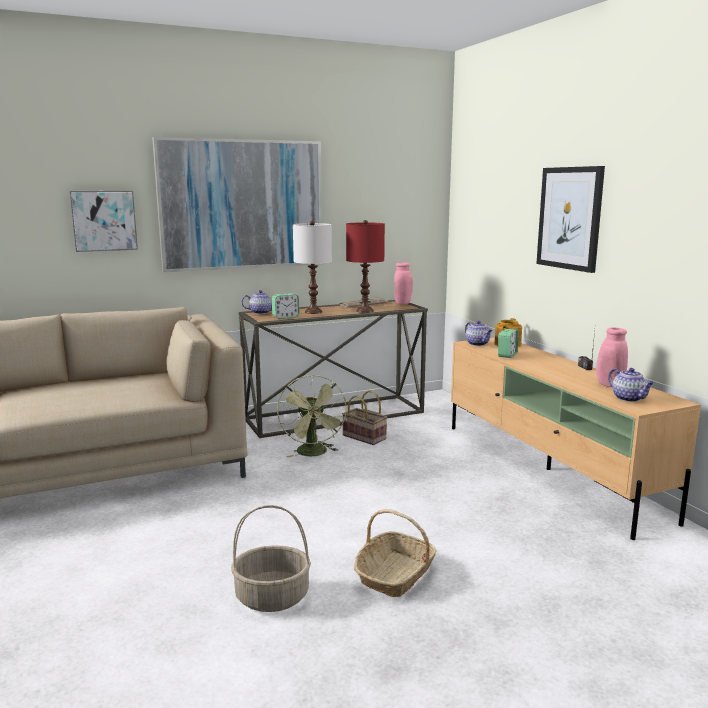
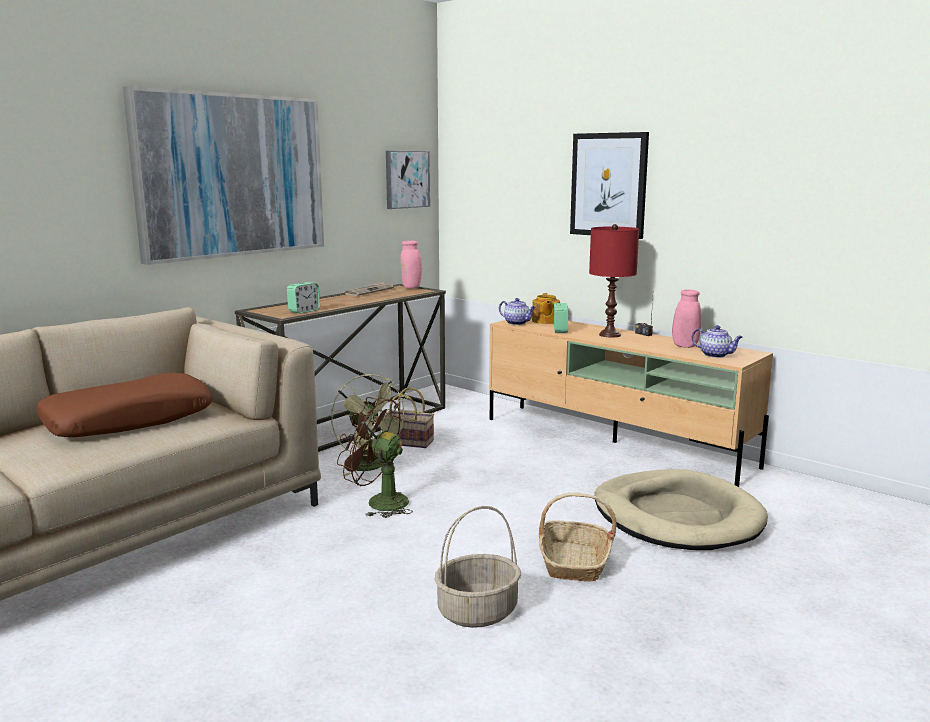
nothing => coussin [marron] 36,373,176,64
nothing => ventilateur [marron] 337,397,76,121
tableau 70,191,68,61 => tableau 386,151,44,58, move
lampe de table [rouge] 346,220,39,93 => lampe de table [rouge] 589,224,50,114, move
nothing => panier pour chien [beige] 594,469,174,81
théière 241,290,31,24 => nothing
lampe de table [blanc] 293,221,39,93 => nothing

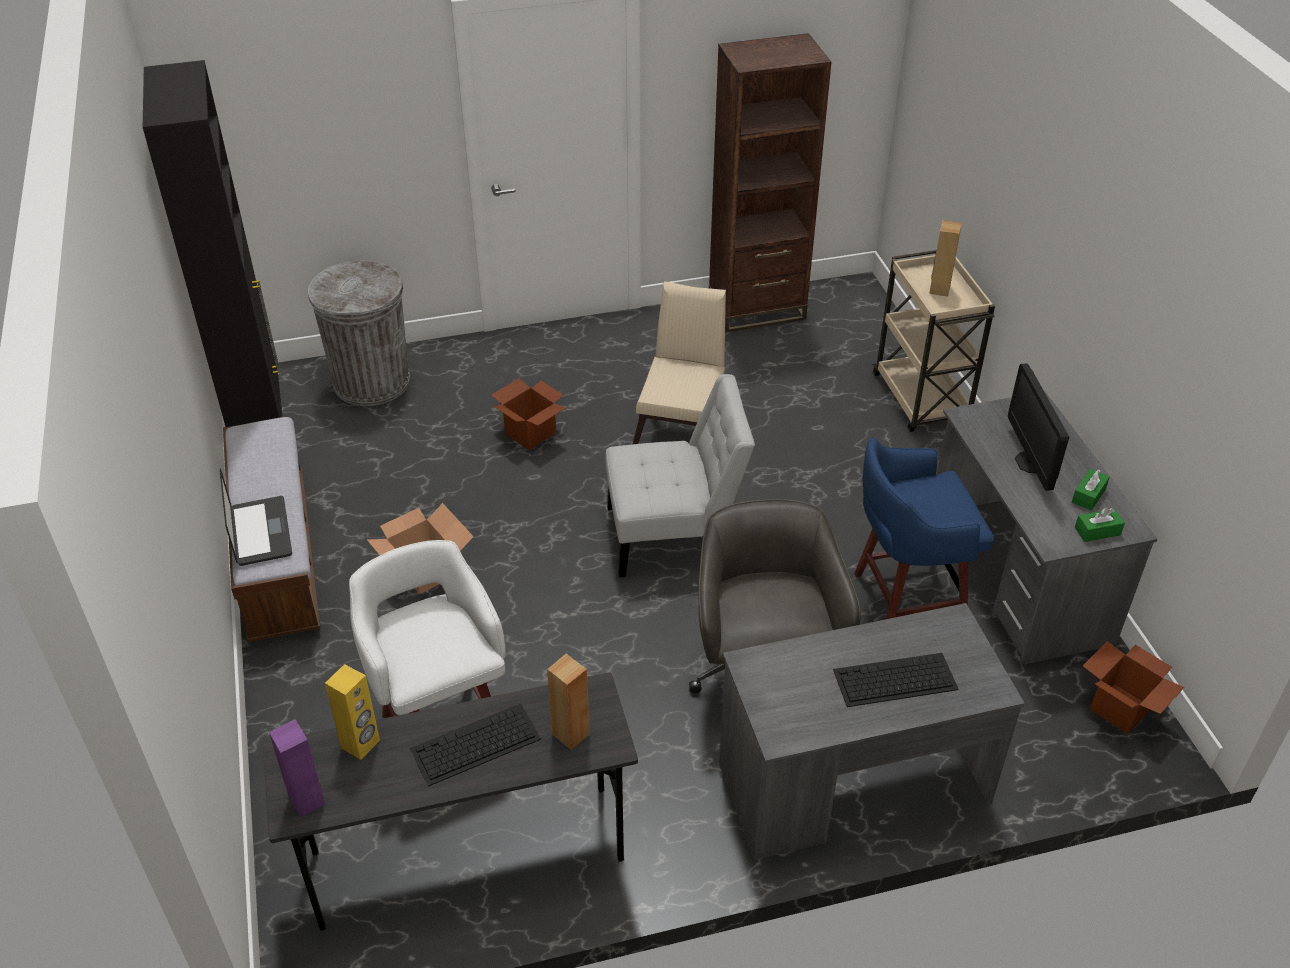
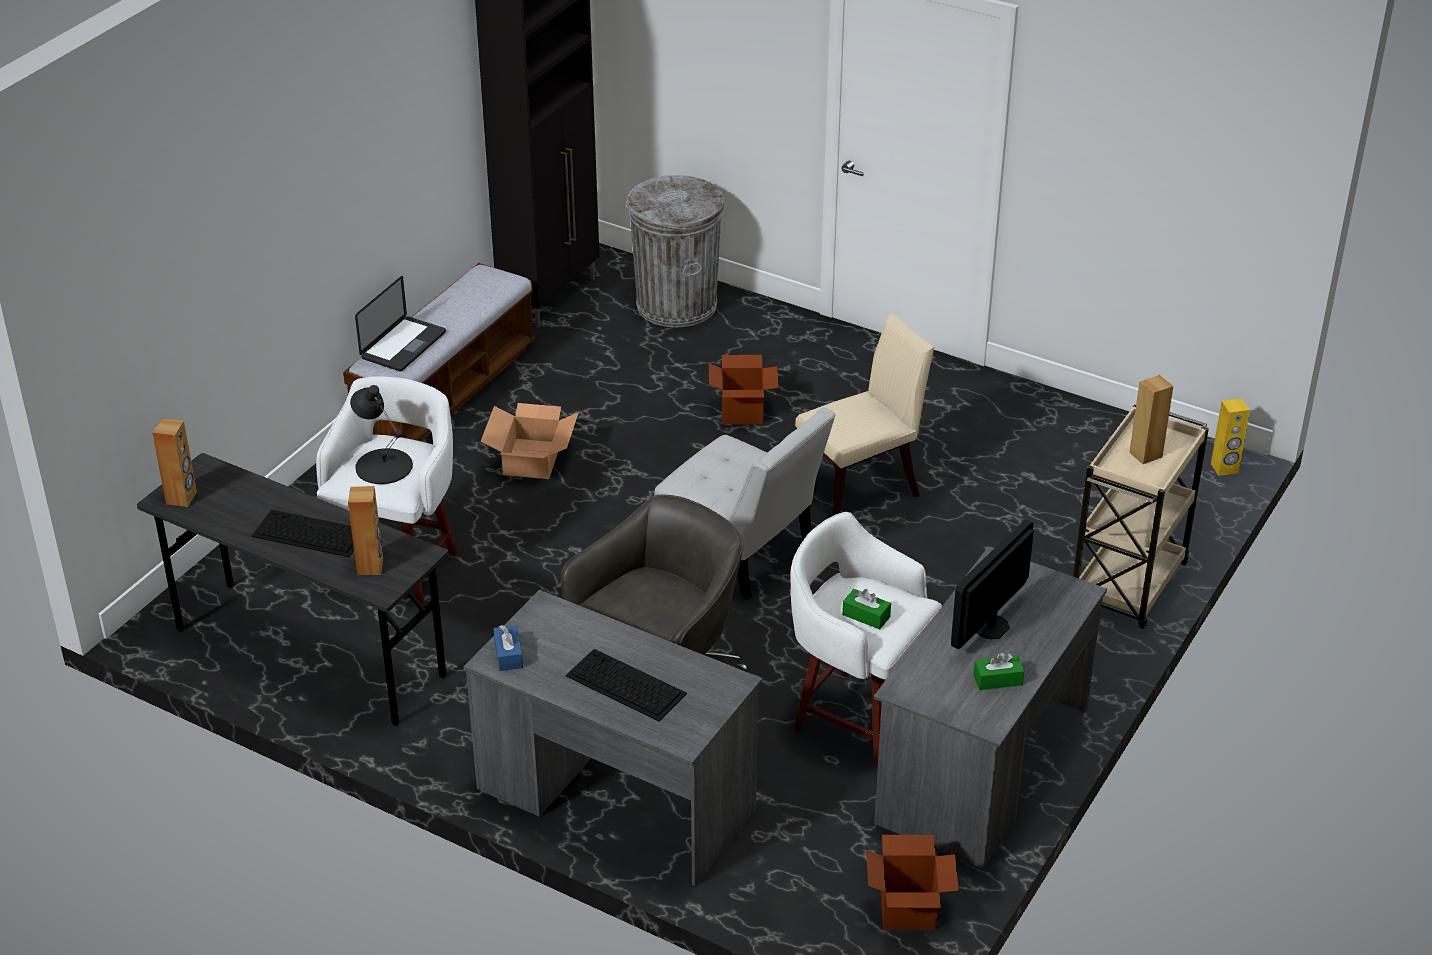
enceinte [violet] 269,719,56,98 => enceinte [marron] 152,419,45,88
nothing => lampe de table [noir] 350,385,63,99
nothing => boîte à mouchoirs [bleu] 494,625,29,46
tabouret [bleu] 854,437,140,182 => tabouret [blanc] 791,512,151,255
boîte à mouchoirs [vert] 1075,508,50,34 => boîte à mouchoirs [vert] 842,589,49,41, move
enceinte [jaune] 325,664,55,96 => enceinte [jaune] 1211,398,39,78, move
bibliothèque [marron] 709,33,122,299 => nothing

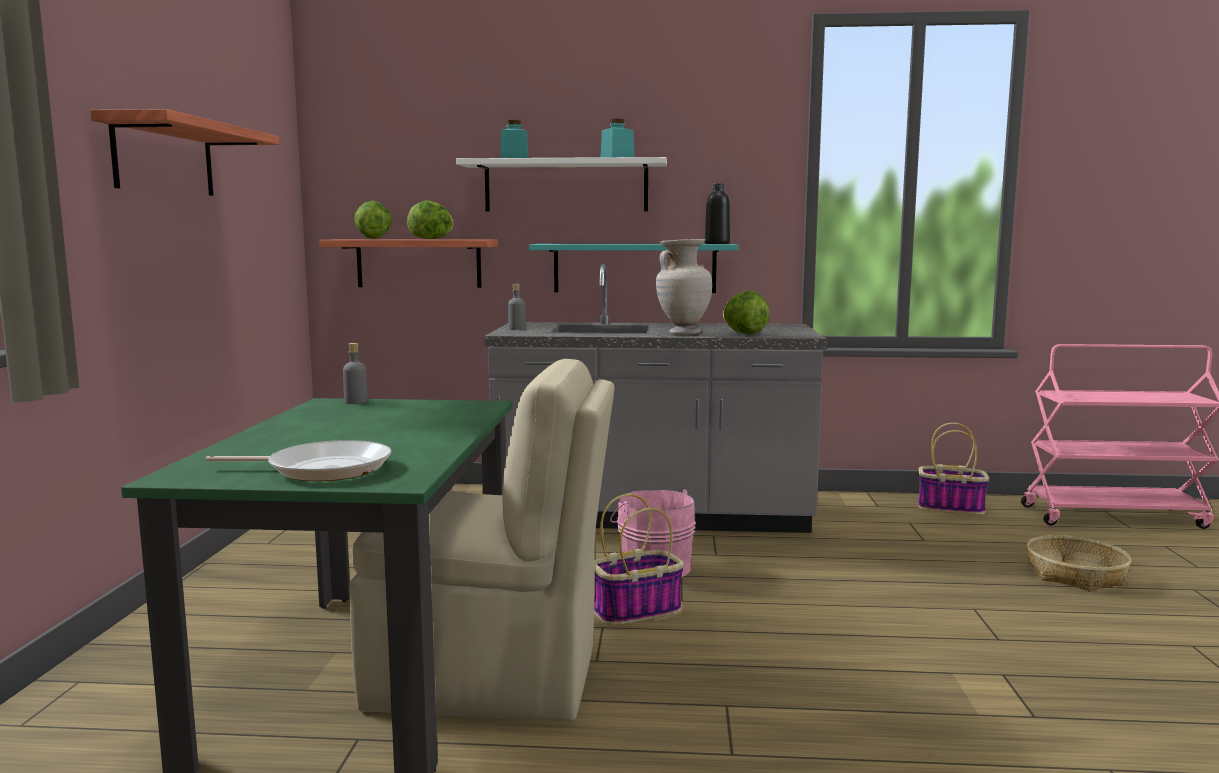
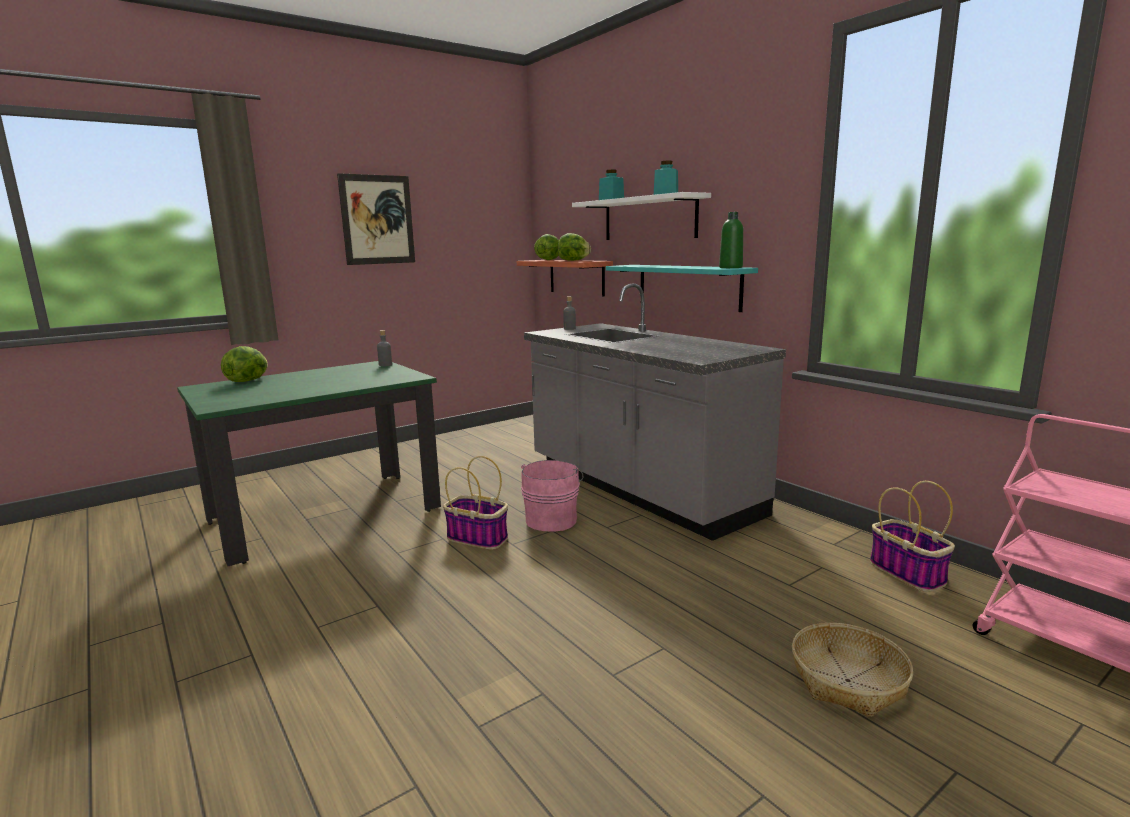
laitue 723,290,47,44 => laitue 221,346,47,36, move
étagère 90,109,189,87 => tableau 337,173,78,92
bouteille [noir] 705,183,25,61 => bouteille [vert] 719,212,24,56
poêle 205,440,186,41 => nothing
chaise [beige] 349,359,266,362 => nothing
vase [beige] 656,239,56,96 => nothing

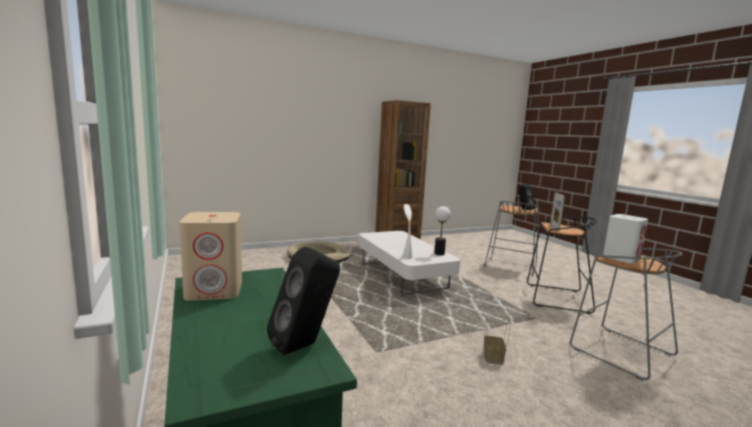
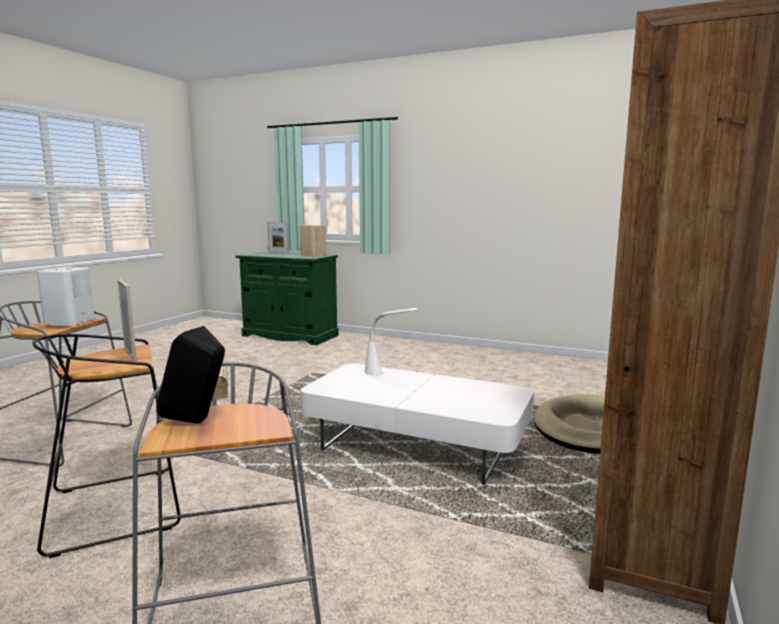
nothing => cadre photo 267,222,22,31
enceinte [noir] 267,247,73,108 => nothing
lampe de table 434,206,17,49 => nothing

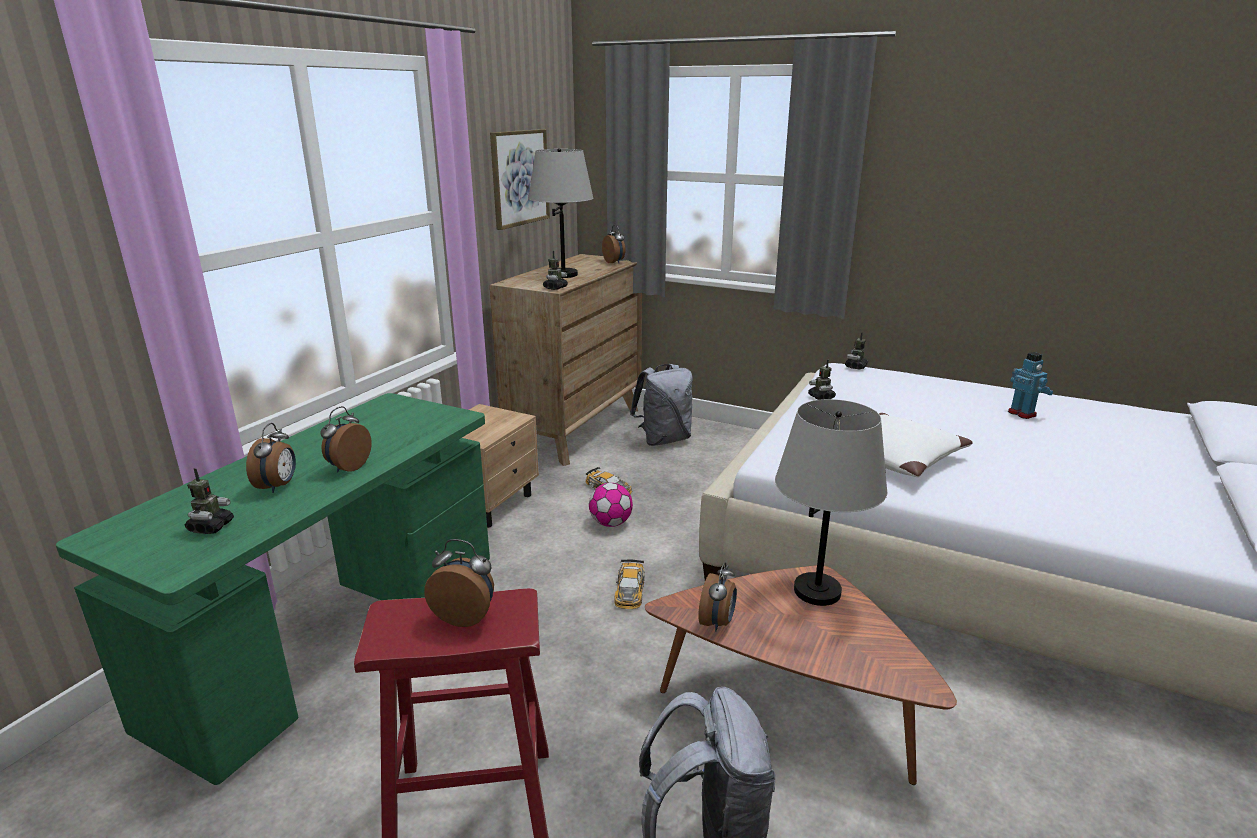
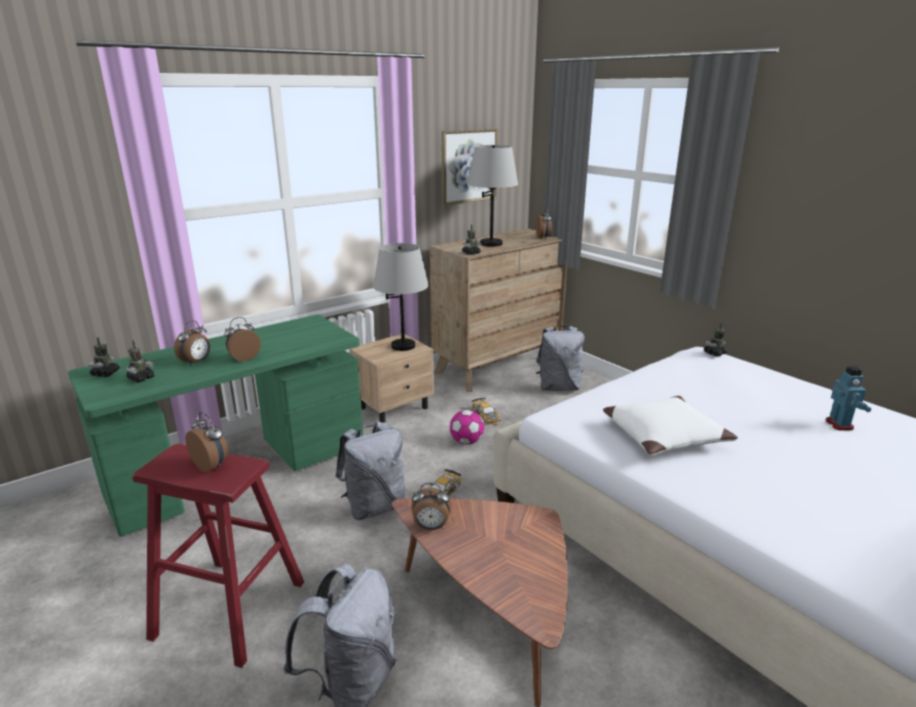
robot jouet 808,360,28,40 => robot jouet 88,337,32,40, move
nothing => sac à dos [gris] 335,422,70,98
lampe de table [gris] 775,399,112,207 => lampe de table [gris] 373,243,56,108, move
réveil 699,562,38,69 => réveil 411,483,41,47, 45 degrees clockwise

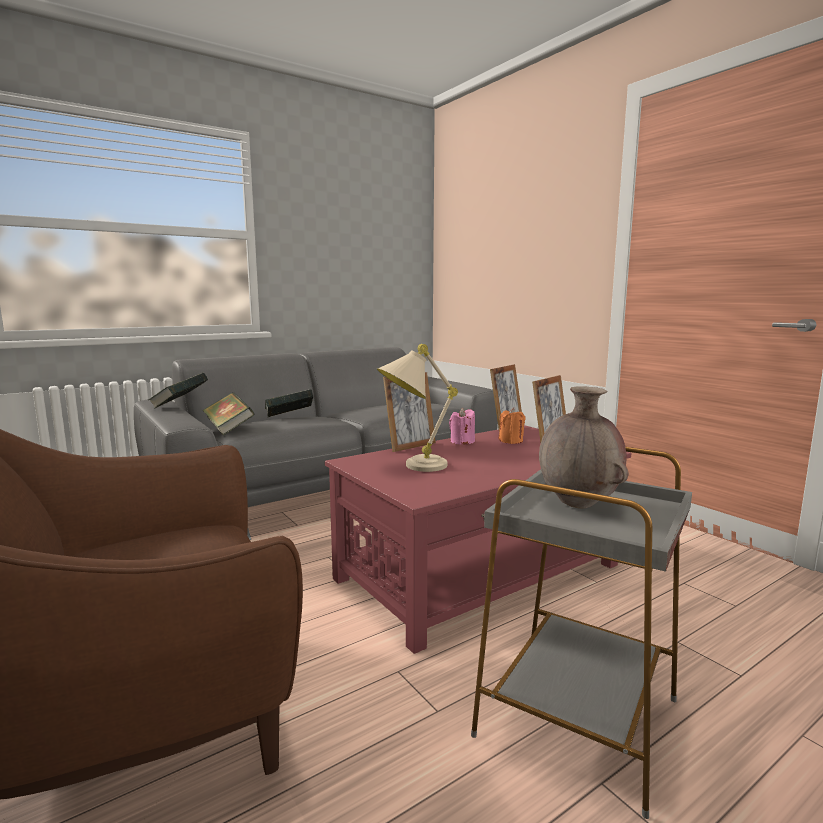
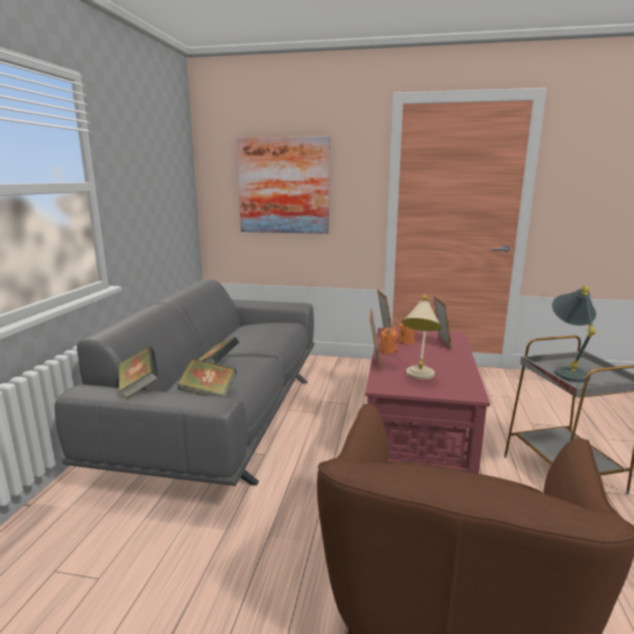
nothing => tableau 237,136,92,98
bougie [rose] 449,408,26,37 => bougie [orange] 380,327,18,27
vase [marron] 539,386,90,123 => lampe de table [gris] 552,286,44,96

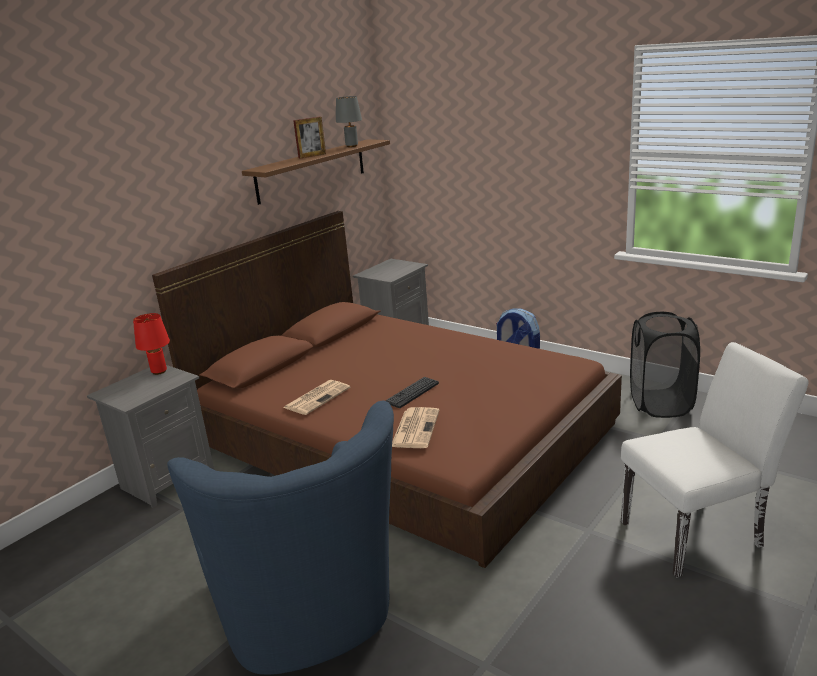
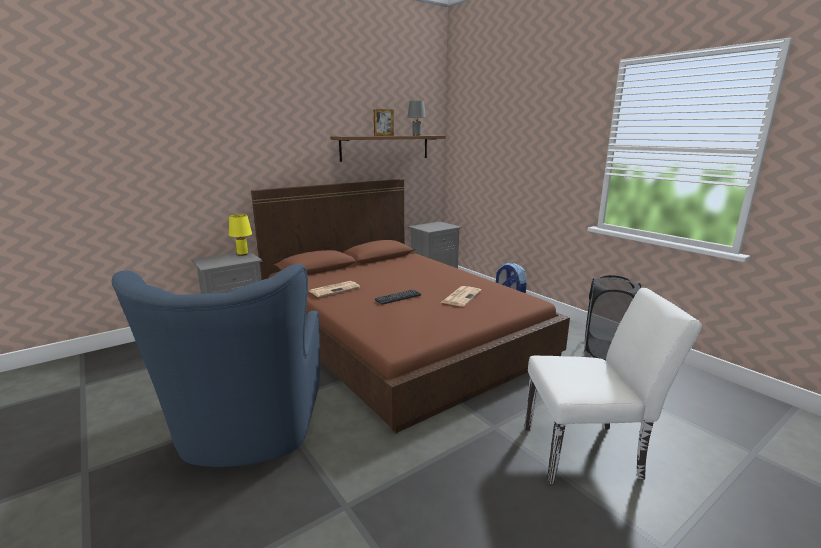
lampe de table [rouge] 133,313,37,62 => lampe de table [jaune] 229,214,23,42
journal 392,407,47,41 => journal 441,286,40,21, move

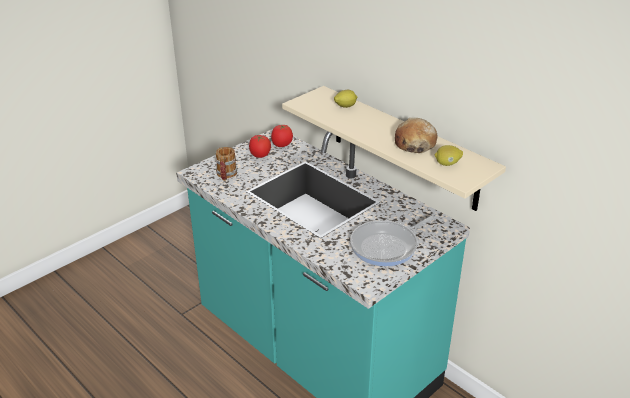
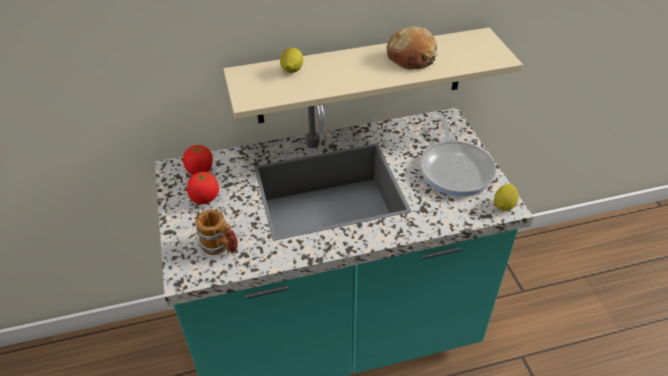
citron 435,145,28,21 => citron 494,184,25,27, move

